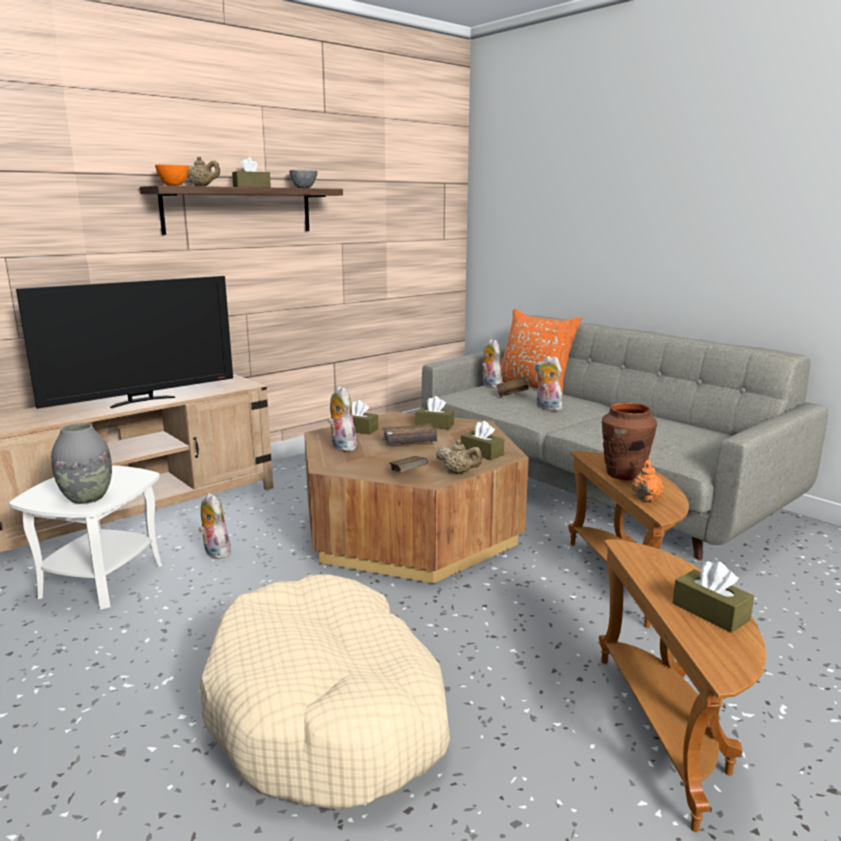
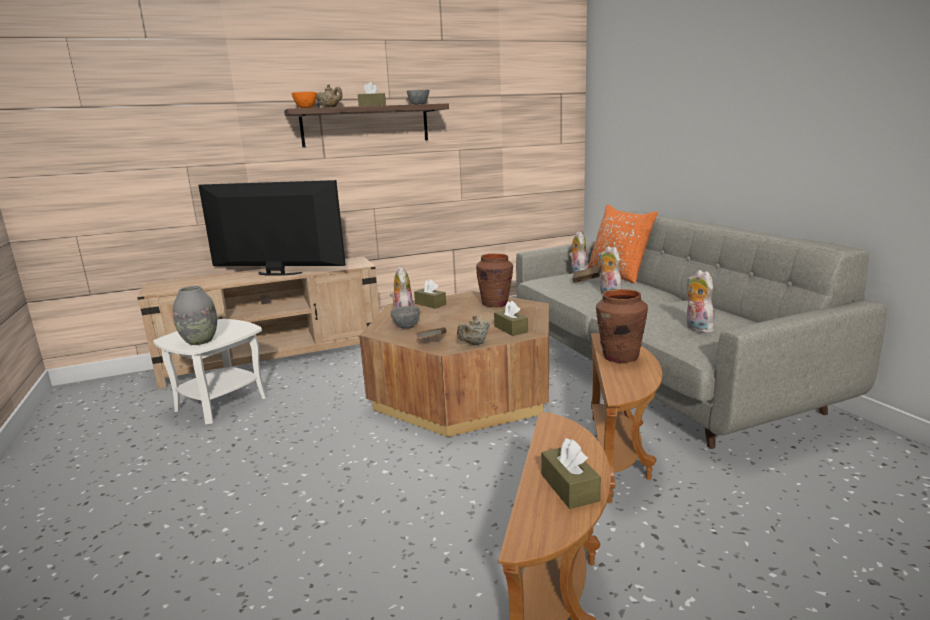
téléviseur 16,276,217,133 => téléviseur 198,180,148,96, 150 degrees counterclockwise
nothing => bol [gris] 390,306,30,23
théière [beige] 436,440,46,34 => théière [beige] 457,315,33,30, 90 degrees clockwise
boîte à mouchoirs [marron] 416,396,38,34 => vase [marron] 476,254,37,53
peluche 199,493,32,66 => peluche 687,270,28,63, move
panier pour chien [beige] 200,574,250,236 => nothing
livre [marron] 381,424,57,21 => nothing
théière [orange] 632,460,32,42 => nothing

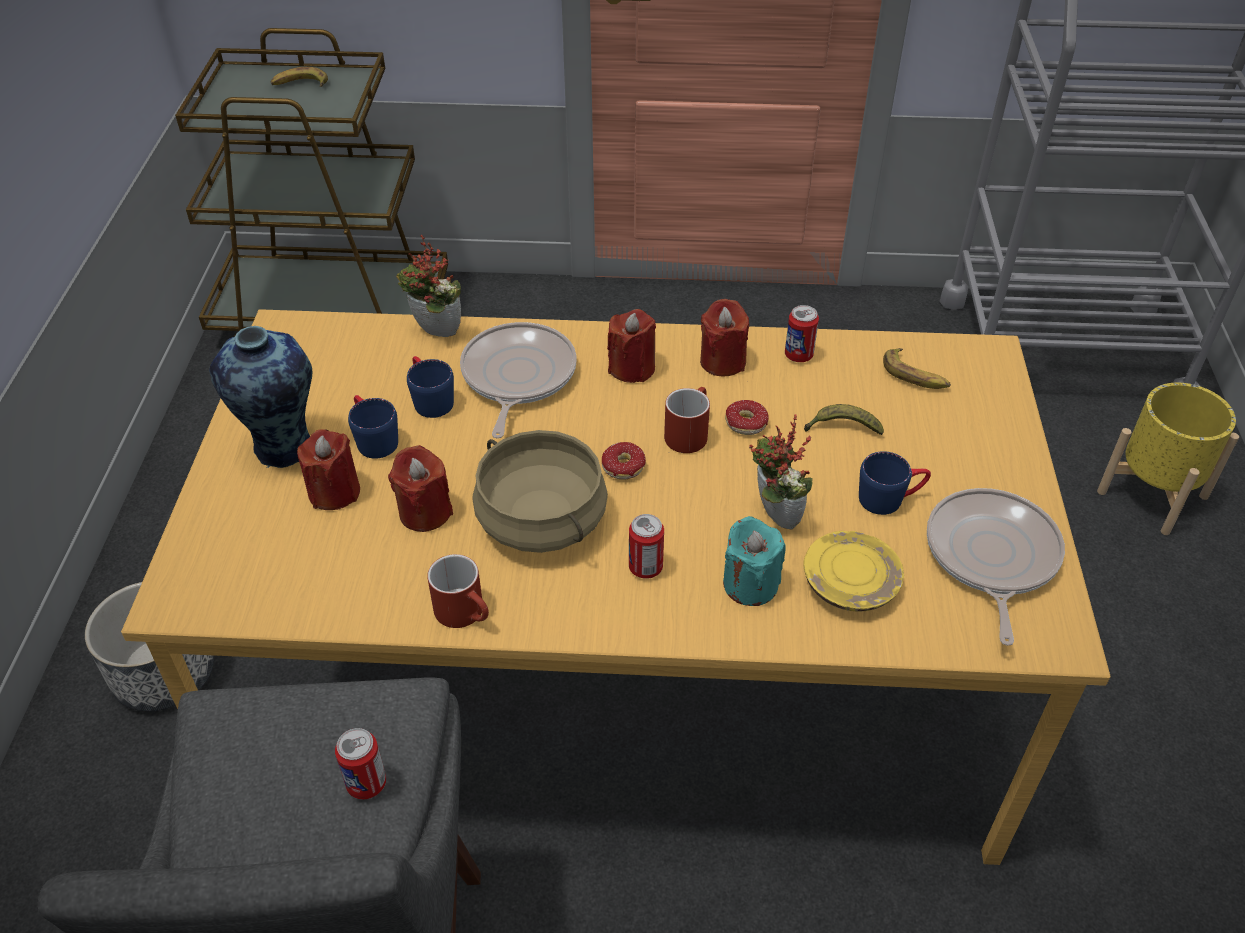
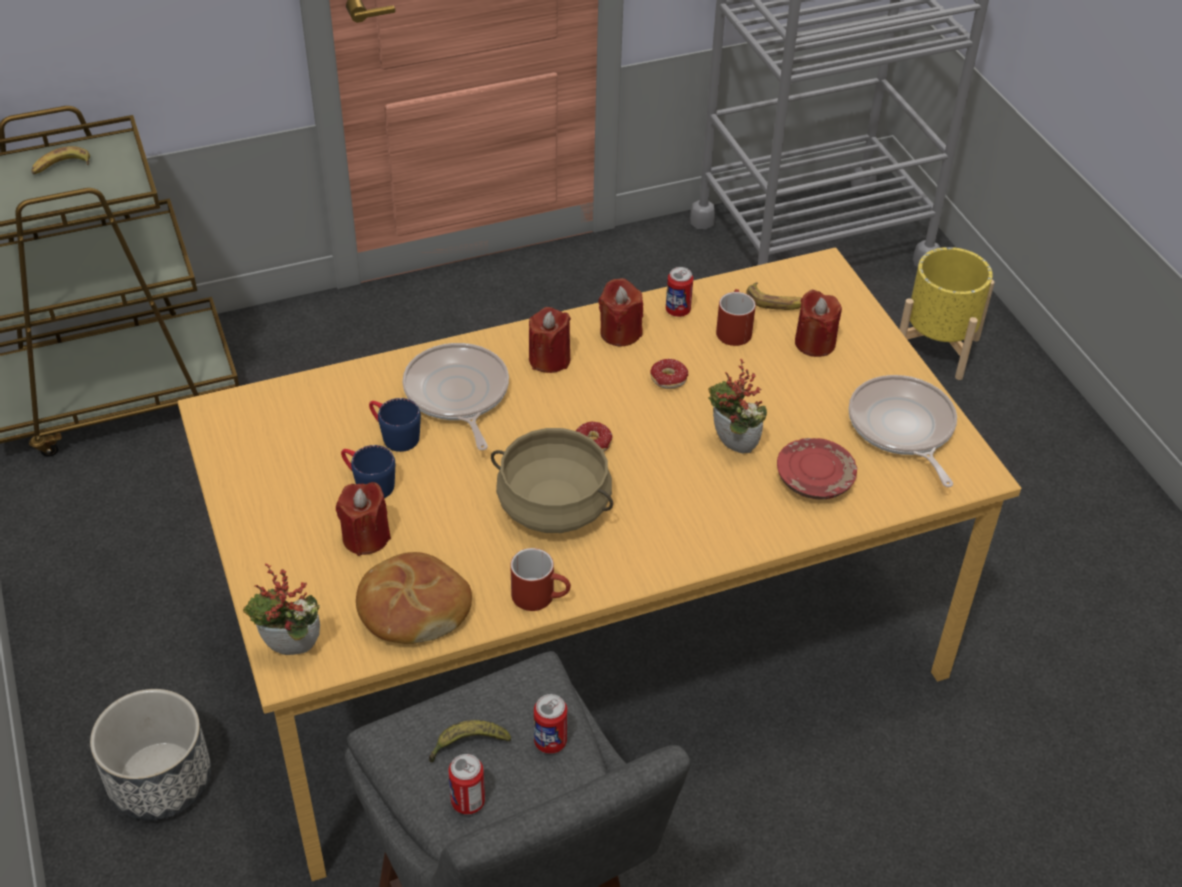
plante en pot 396,235,65,102 => plante en pot 243,563,77,92, move
nothing => pain 356,552,116,92
banane 804,404,80,31 => banane 429,720,82,42, move
boîte métallique 629,514,35,65 => boîte métallique 448,754,37,60, move
mug [rouge] 664,387,46,66 => mug [rouge] 716,289,40,57, move
assiette [jaune] 803,531,101,81 => assiette [rouge] 777,438,80,61
bougie [rouge] 388,445,65,87 => bougie [rouge] 795,290,47,67, move
vase 209,326,103,142 => nothing
bougie [turquoise] 723,516,63,90 => nothing
mug [bleu] 859,451,72,64 => nothing

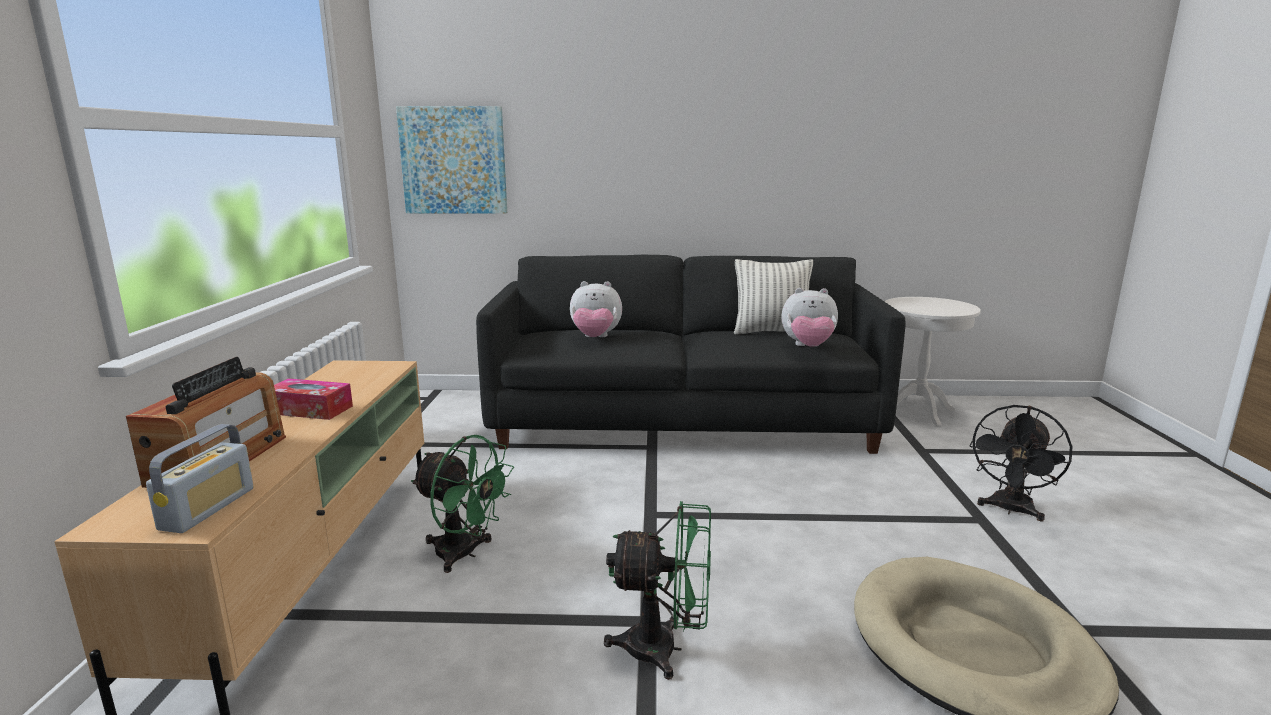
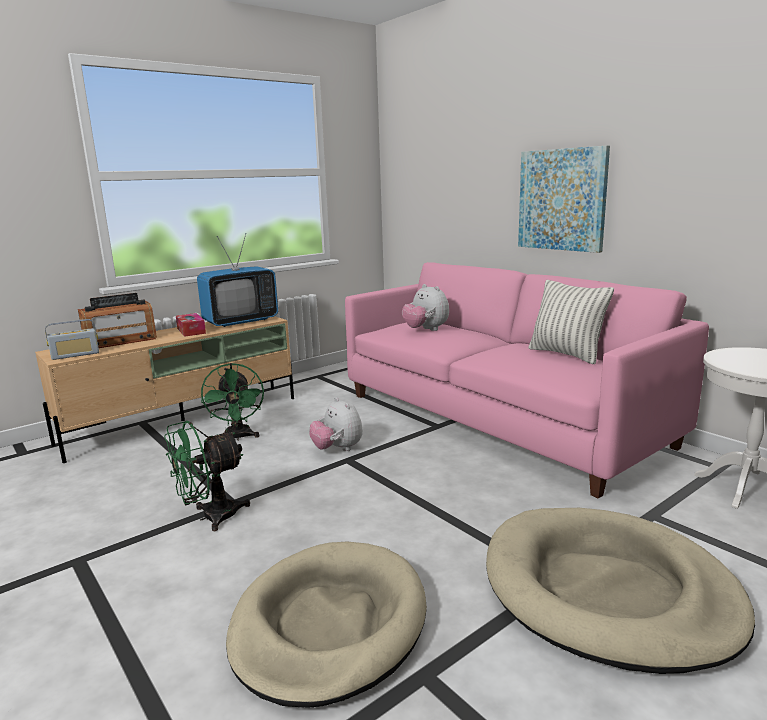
ventilateur [vert] 604,501,107,179 => ventilateur [vert] 164,421,86,110, 90 degrees clockwise
nothing => téléviseur 197,233,81,94
peluche 782,288,56,59 => peluche 309,397,54,54, move
canapé [noir] 476,255,430,199 => canapé [rose] 345,262,364,237
ventilateur [noir] 969,405,103,117 => panier pour chien [beige] 486,508,269,166
tableau 396,106,111,108 => tableau 518,146,92,107, move

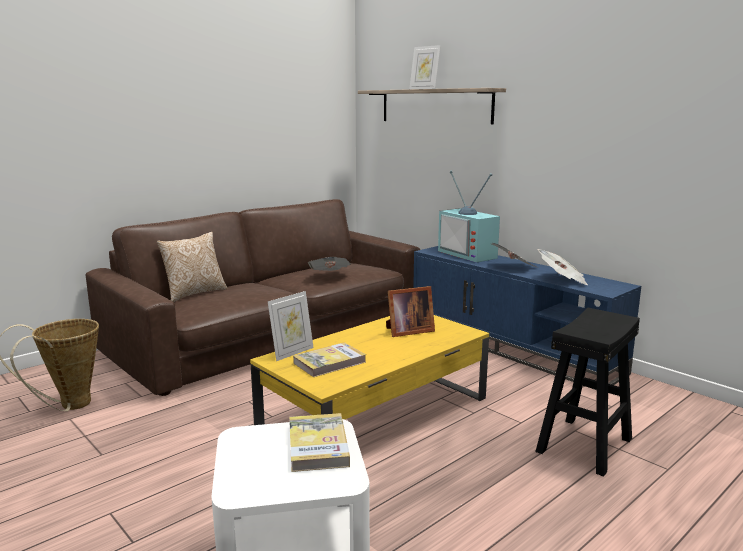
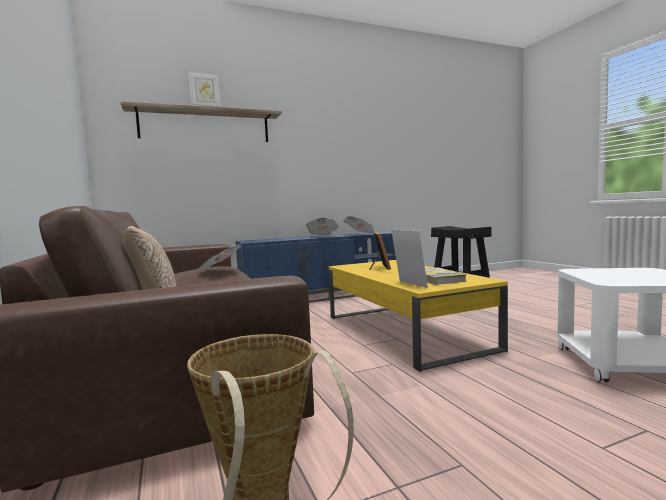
livre 289,413,61,59 => nothing
téléviseur 438,171,62,92 => nothing

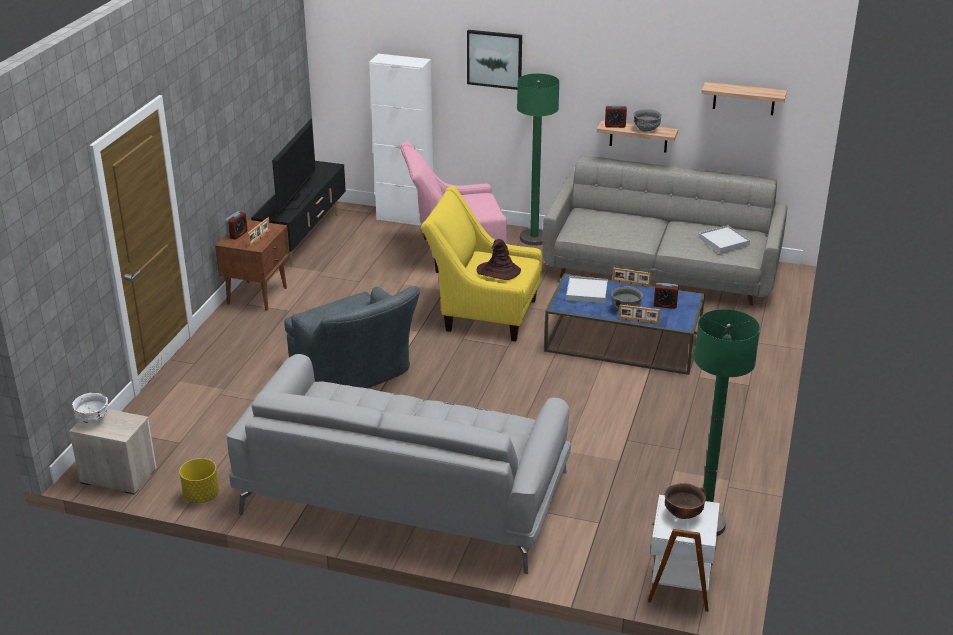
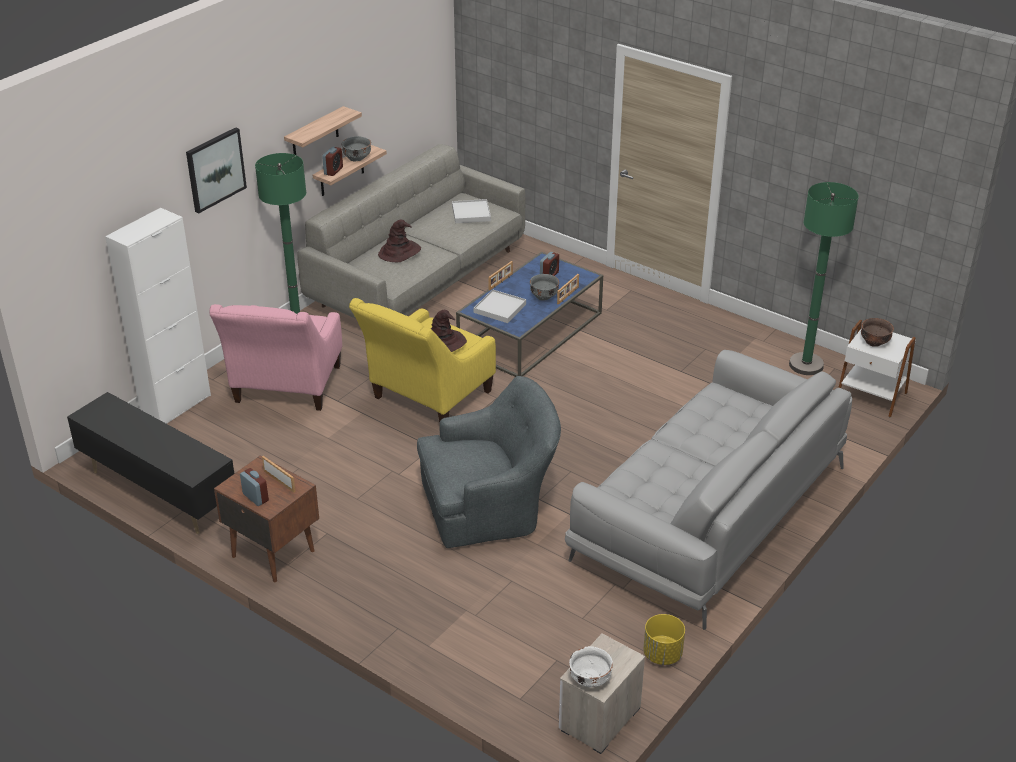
étagère 701,82,86,33 => étagère 284,106,78,49, move
nothing => chapeau [marron] 378,220,43,42
téléviseur 272,118,44,97 => nothing

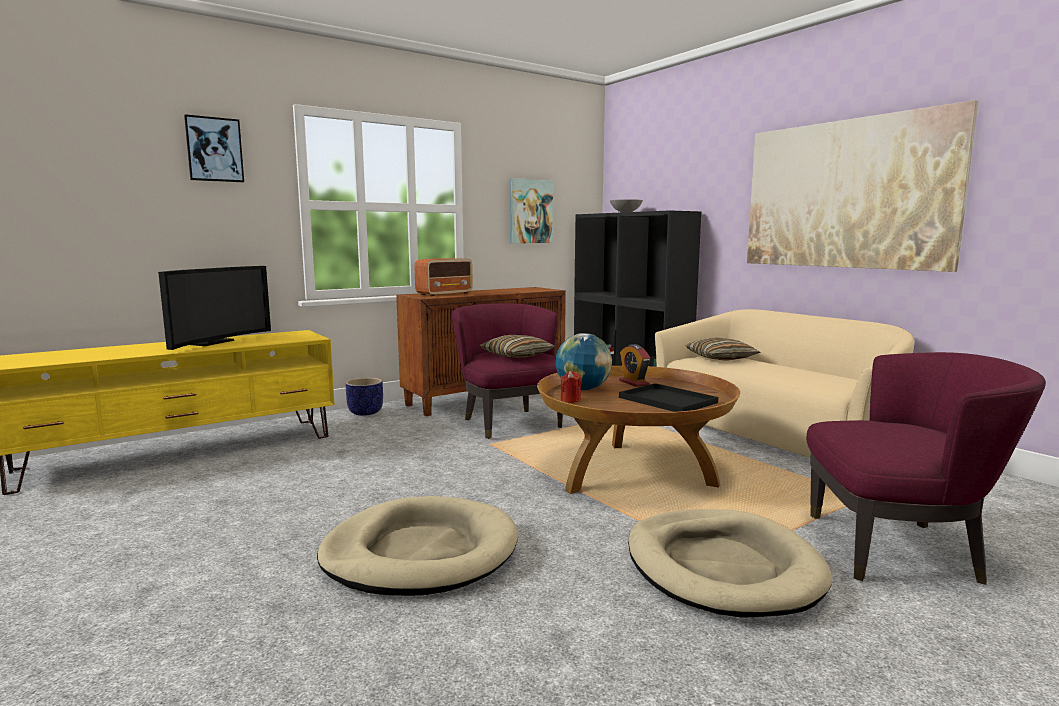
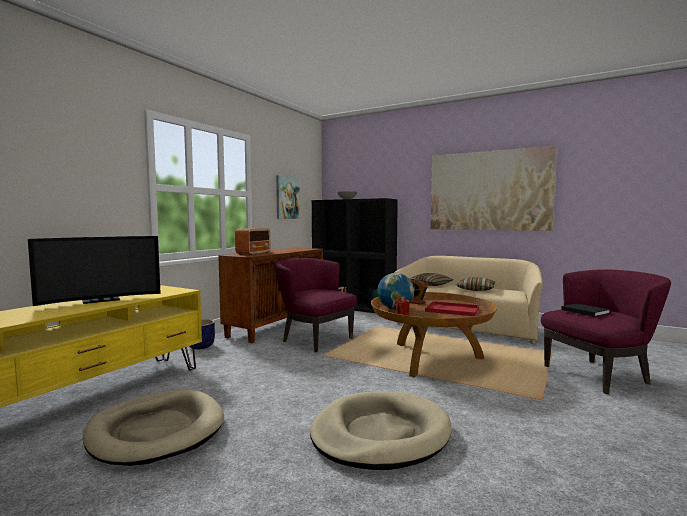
téléviseur 158,266,113,84 => téléviseur 28,236,133,70, 60 degrees clockwise
panier pour chien [beige] 628,509,204,109 => panier pour chien [beige] 83,389,141,77, move
plateau [noir] 619,383,99,29 => plateau [rouge] 425,301,54,15
coussin 480,335,76,23 => coussin 457,277,38,14, move
nothing => livre [noir] 561,303,49,14
tableau 184,114,60,68 => nothing

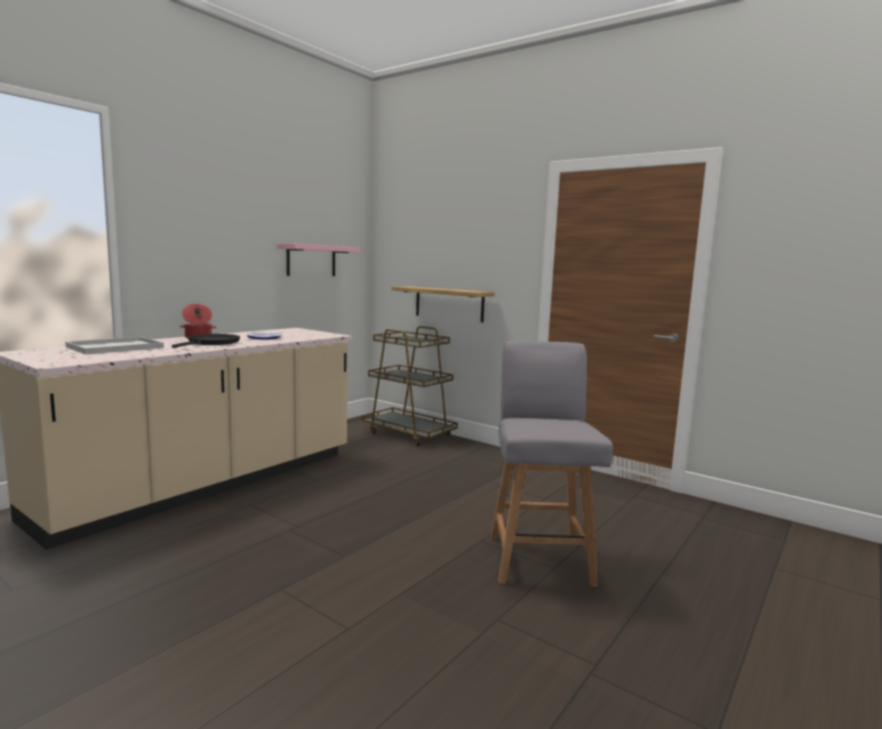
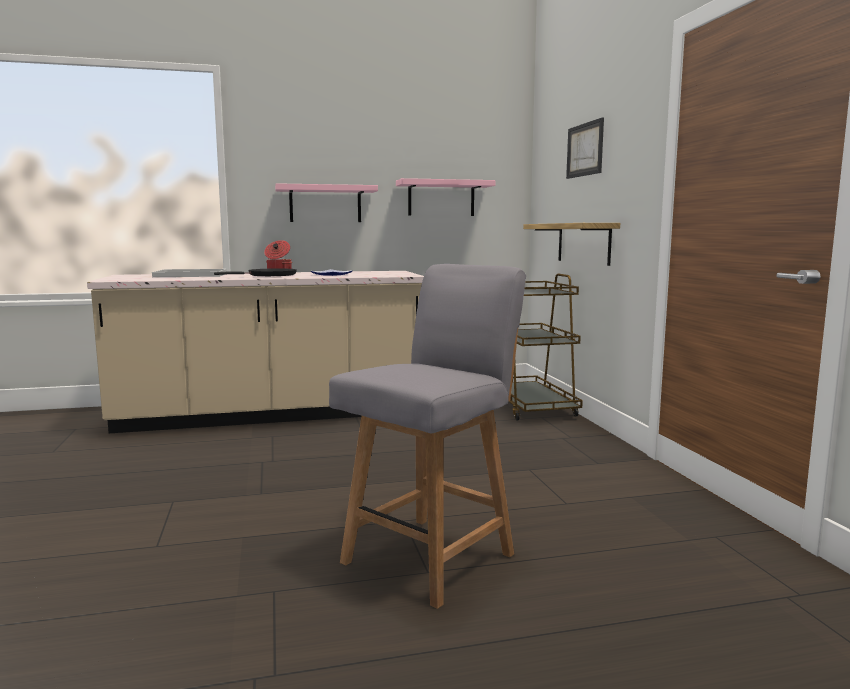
nothing => étagère [rose] 275,183,103,39
nothing => tableau 566,118,38,61

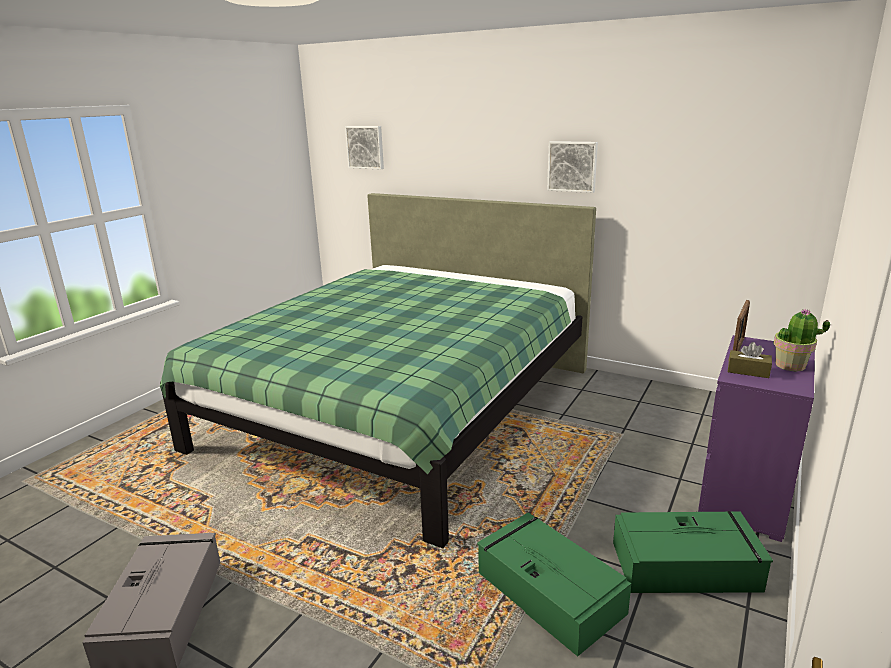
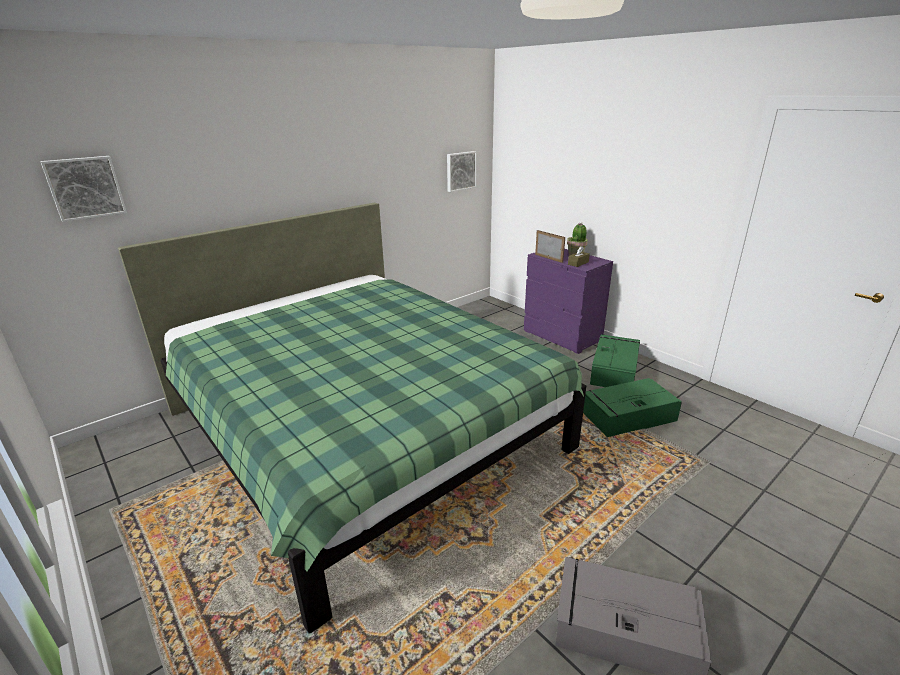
tableau 547,141,51,52 => tableau 447,151,30,41, move

